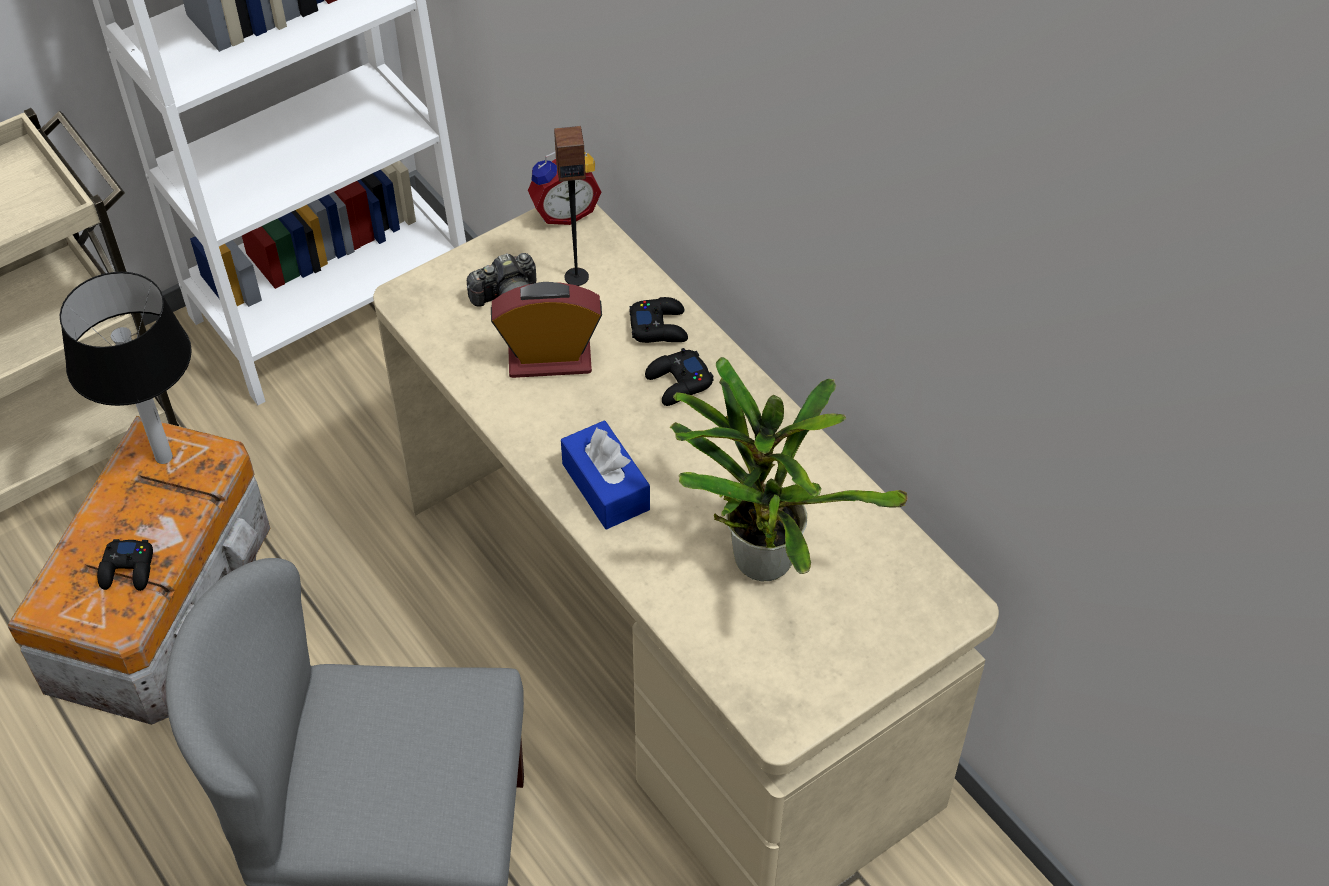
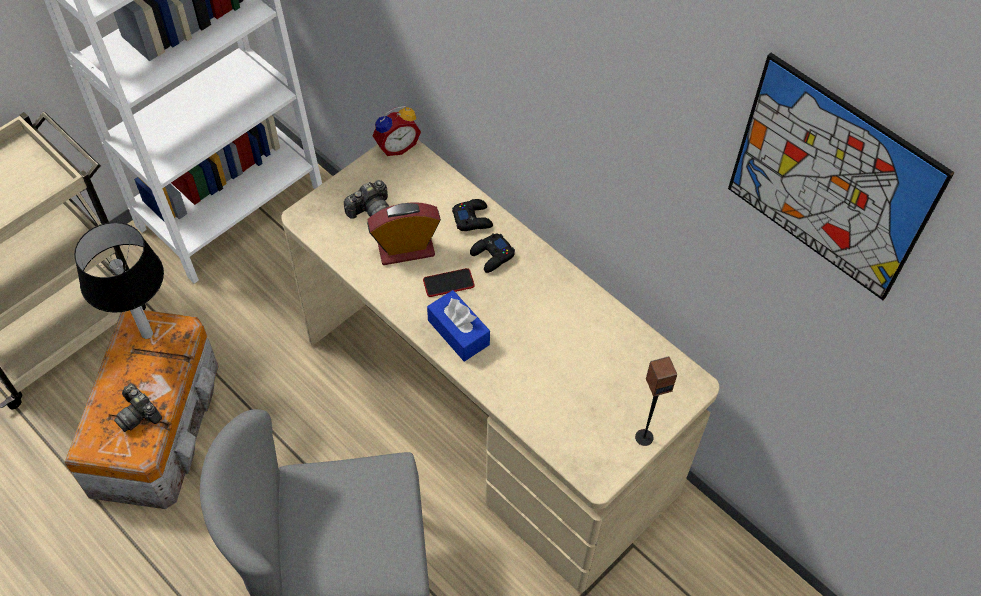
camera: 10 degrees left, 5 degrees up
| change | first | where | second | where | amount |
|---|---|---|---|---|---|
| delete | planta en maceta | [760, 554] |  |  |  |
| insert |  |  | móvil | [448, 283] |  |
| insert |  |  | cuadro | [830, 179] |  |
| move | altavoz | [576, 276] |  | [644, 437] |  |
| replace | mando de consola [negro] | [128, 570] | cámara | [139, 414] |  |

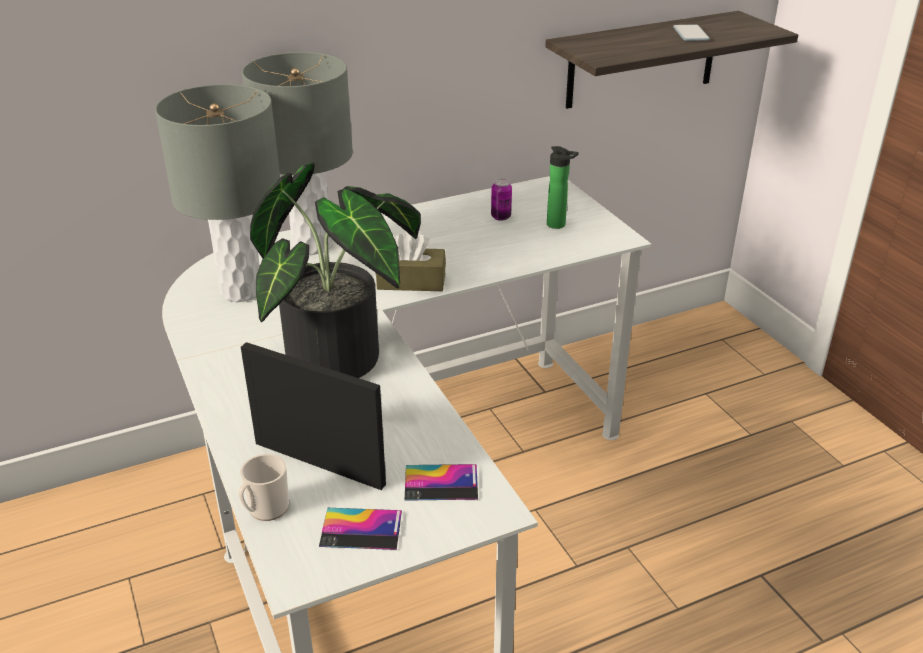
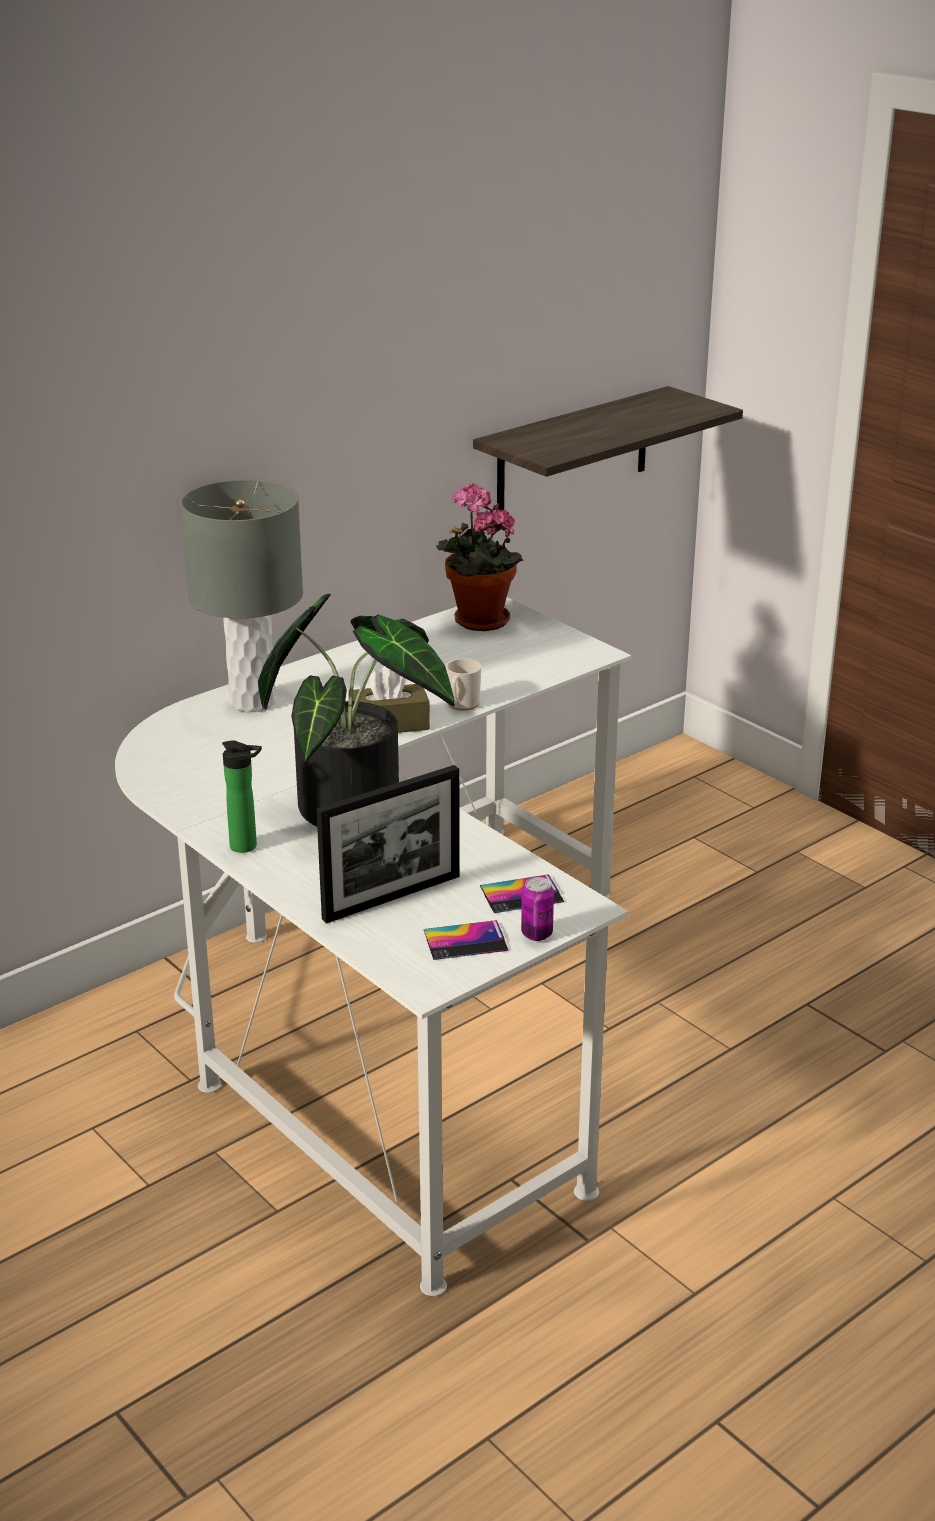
camera: 15 degrees left, 5 degrees down
| change | first | where | second | where | amount |
|---|---|---|---|---|---|
| delete | lámpara de mesa [gris] | [241, 291] |  |  |  |
| delete | móvil | [690, 34] |  |  |  |
| insert |  |  | planta en maceta | [476, 622] |  |
| move | taza grande | [265, 510] |  | [461, 705] |  |
| move | lata | [501, 217] |  | [536, 934] |  |
| move | botella | [558, 225] |  | [247, 847] |  |
| rotate | portarretratos | [319, 463] |  | [392, 897] | 135 degrees clockwise |

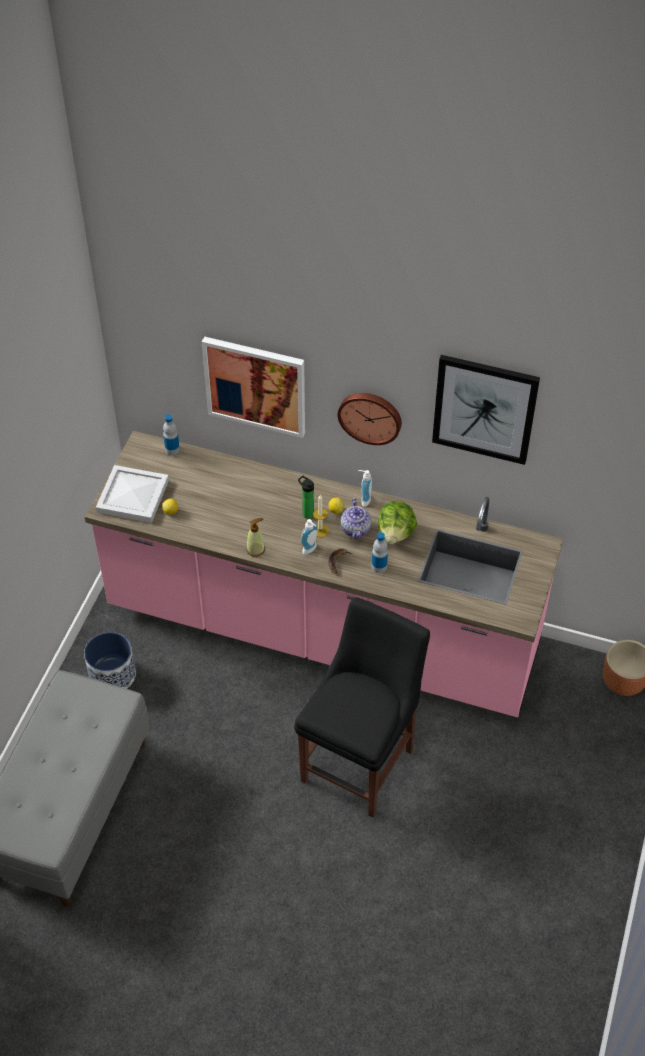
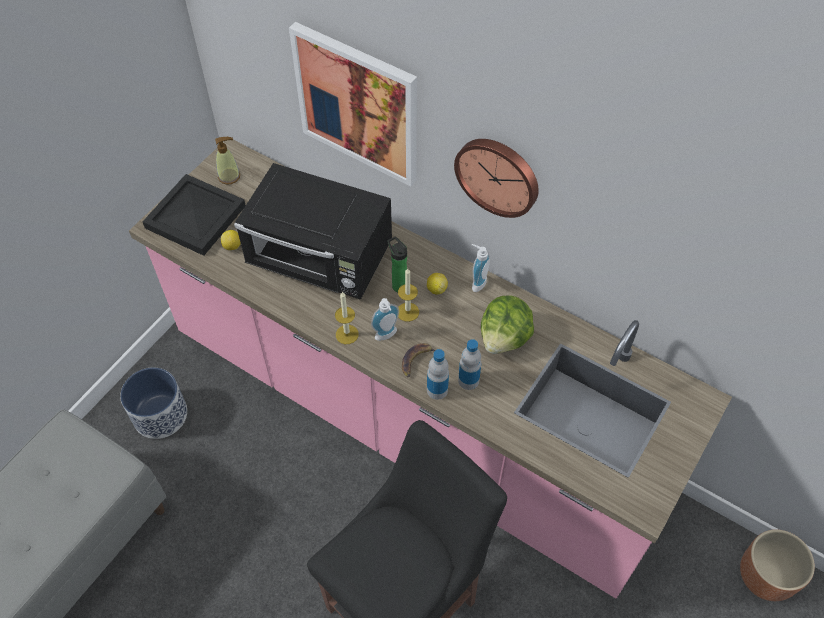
camera: 15 degrees right, 5 degrees up
| change | first | where | second | where | amount |
|---|---|---|---|---|---|
| delete | tetera | [356, 529] |  |  |  |
| delete | cuadro | [484, 408] |  |  |  |
| insert |  |  | microondas [negro] | [321, 260] |  |
| insert |  |  | vela | [347, 334] |  |
| move | botella | [172, 449] |  | [437, 390] |  |
| move | dispensador de jabón | [255, 549] |  | [229, 176] |  |
| recolor | bandeja [blanco] | [132, 495] | bandeja [negro] | [195, 215] |  |

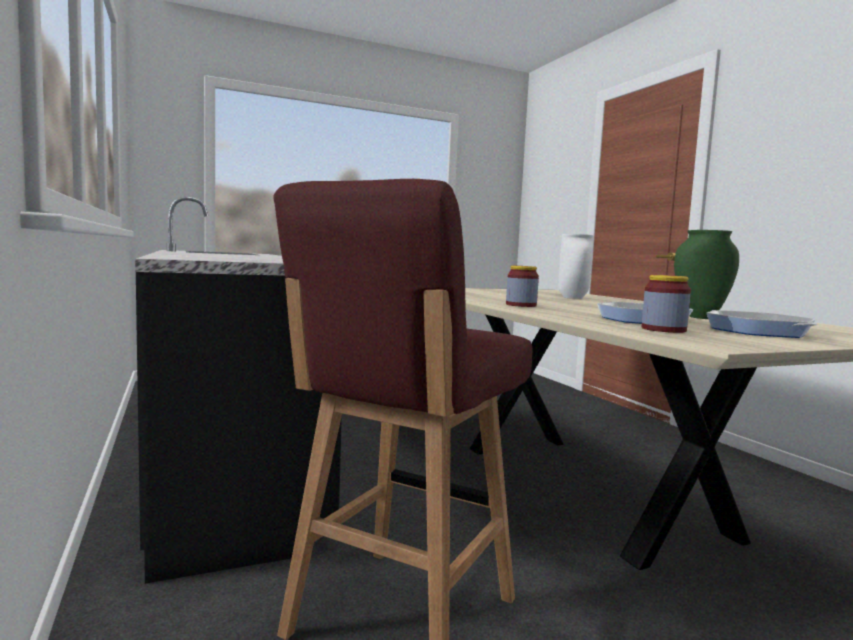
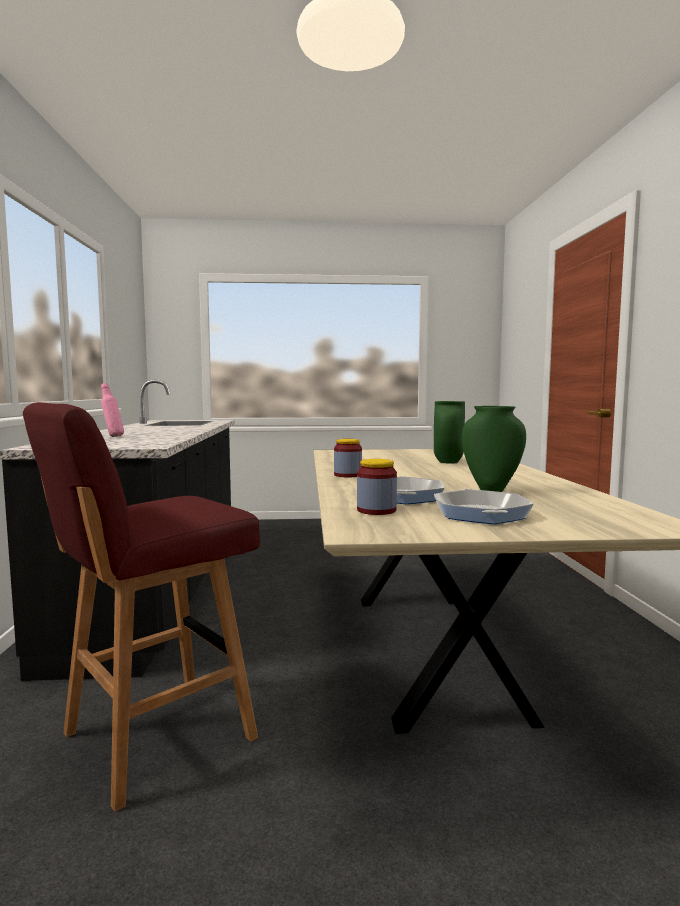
camera: 20 degrees right, 0 degrees up
| change | first | where | second | where | amount |
|---|---|---|---|---|---|
| insert |  |  | botella [rosa] | [112, 436] |  |
| recolor | florero [blanco] | [573, 298] | florero [verde] | [449, 462] |  |

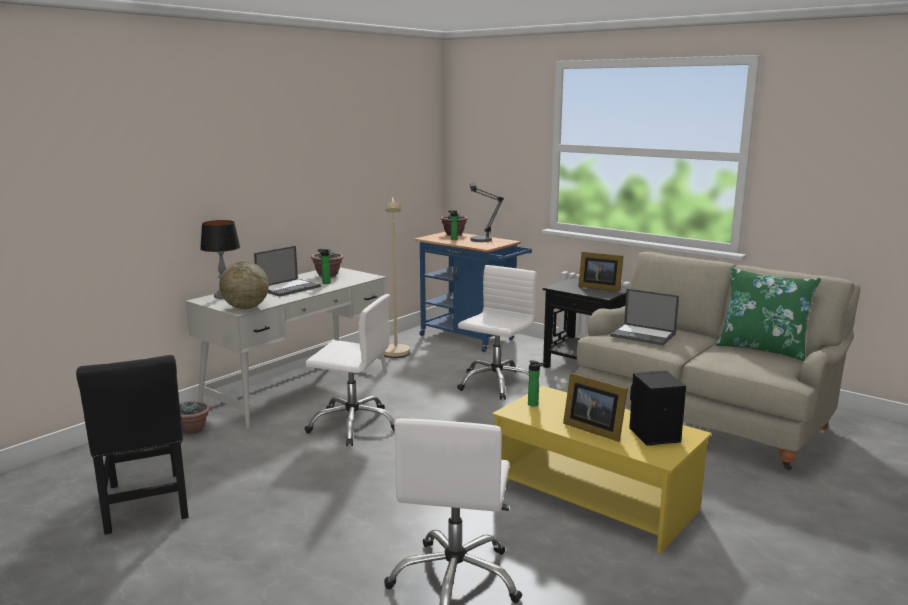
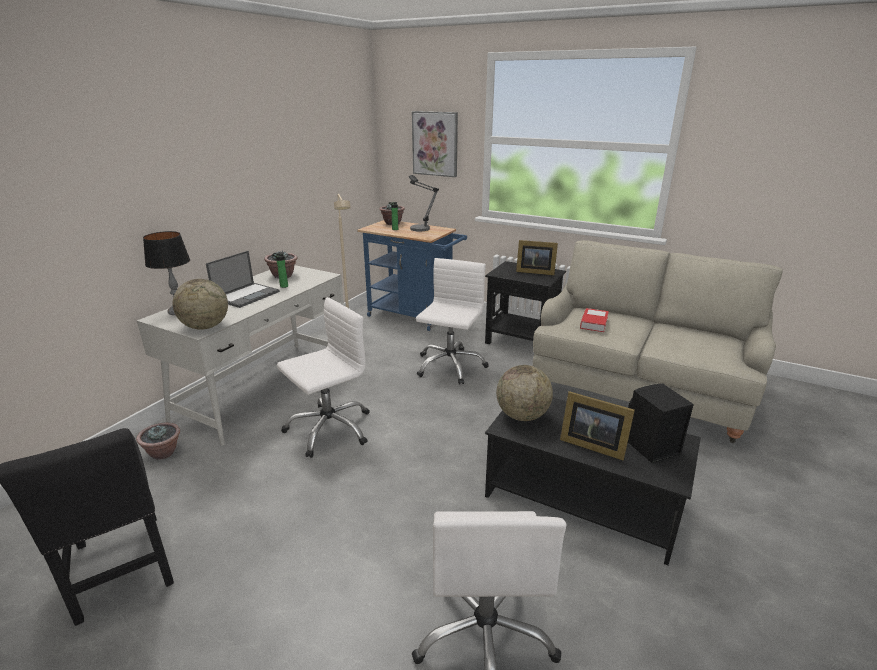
camera: 10 degrees left, 10 degrees up
| change | first | where | second | where | amount |
|---|---|---|---|---|---|
| delete | cojín [verde] | [762, 349] |  |  |  |
| insert |  |  | cuadro | [435, 144] |  |
| replace | botella | [534, 404] | globo terráqueo | [522, 416] |  |
| replace | portátil | [644, 335] | libro | [594, 323] |  |
| recolor | mesa de centro [amarillo] | [595, 498] | mesa de centro [negro] | [583, 499] |  |
| rotate | silla de oficina [blanco] | [353, 425] |  | [329, 429] | 45 degrees counterclockwise |

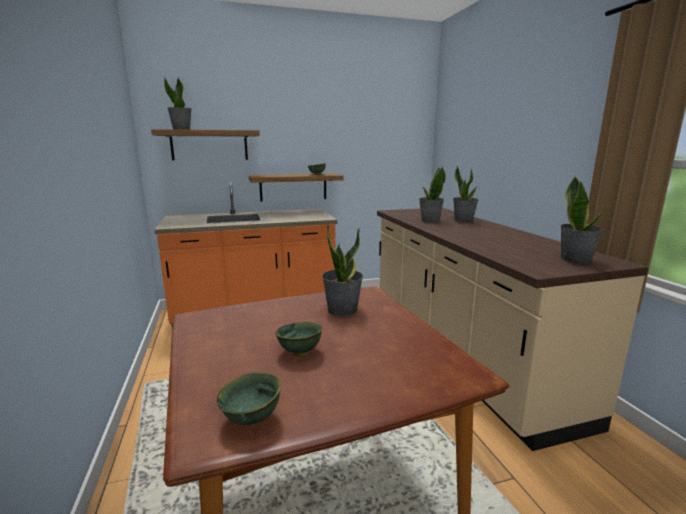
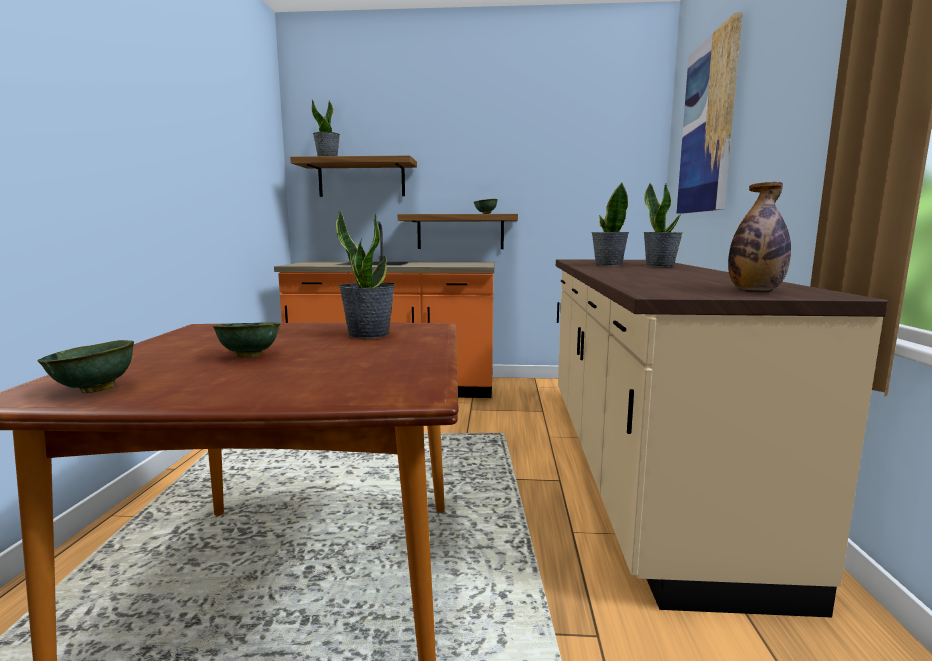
camera: 20 degrees right, 5 degrees down
| change | first | where | second | where | amount |
|---|---|---|---|---|---|
| insert |  |  | cuadro | [708, 126] |  |
| replace | planta en maceta | [576, 260] | botella | [755, 290] |  |

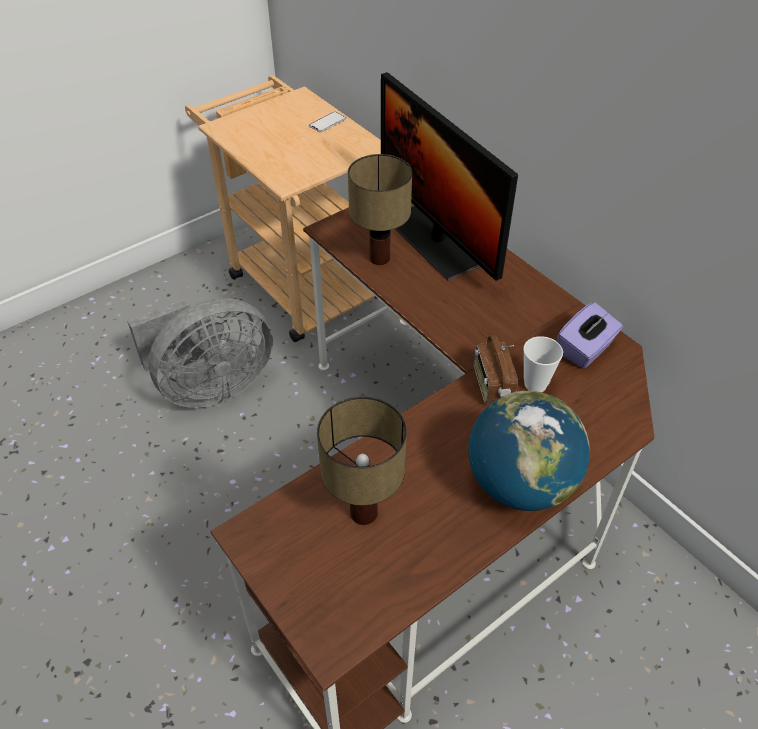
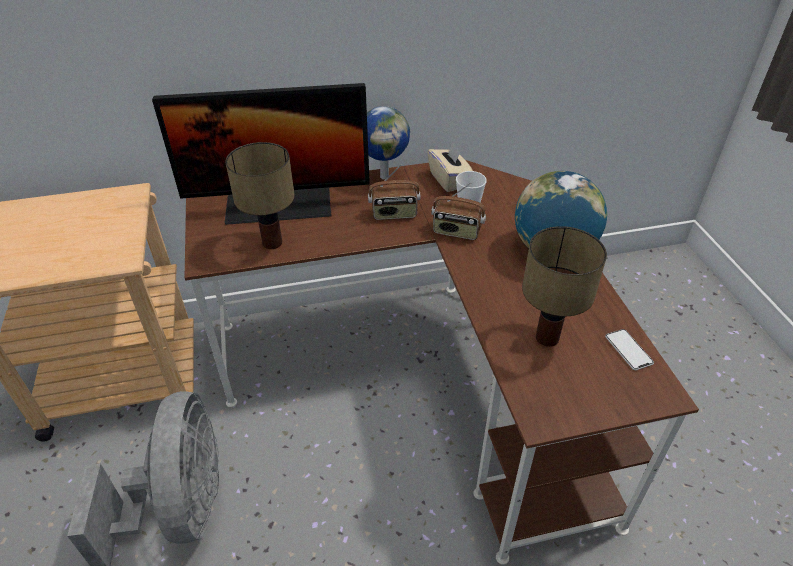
camera: 65 degrees left, 5 degrees down
| change | first | where | second | where | amount |
|---|---|---|---|---|---|
| insert |  |  | globo terráqueo | [384, 176] |  |
| insert |  |  | radio | [394, 214] |  |
| move | móvil | [327, 123] |  | [628, 350] |  |
| recolor | caja de pañuelos [morado] | [585, 349] | caja de pañuelos [beis] | [449, 180] |  |

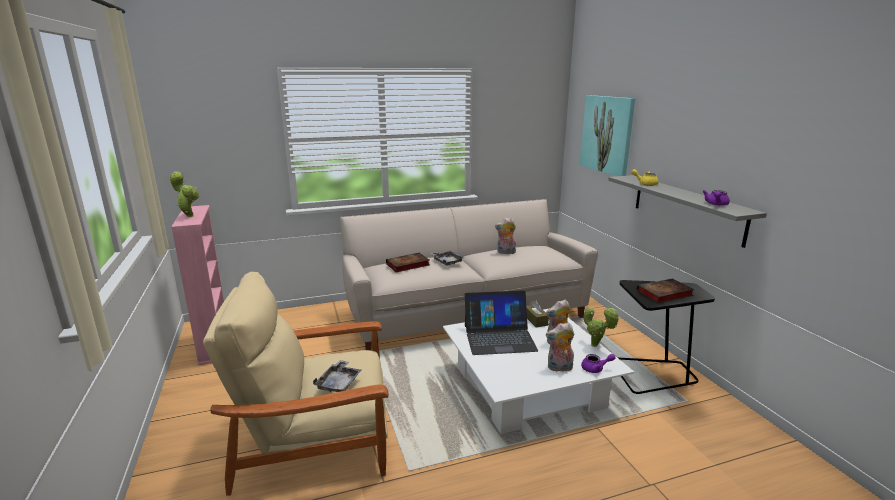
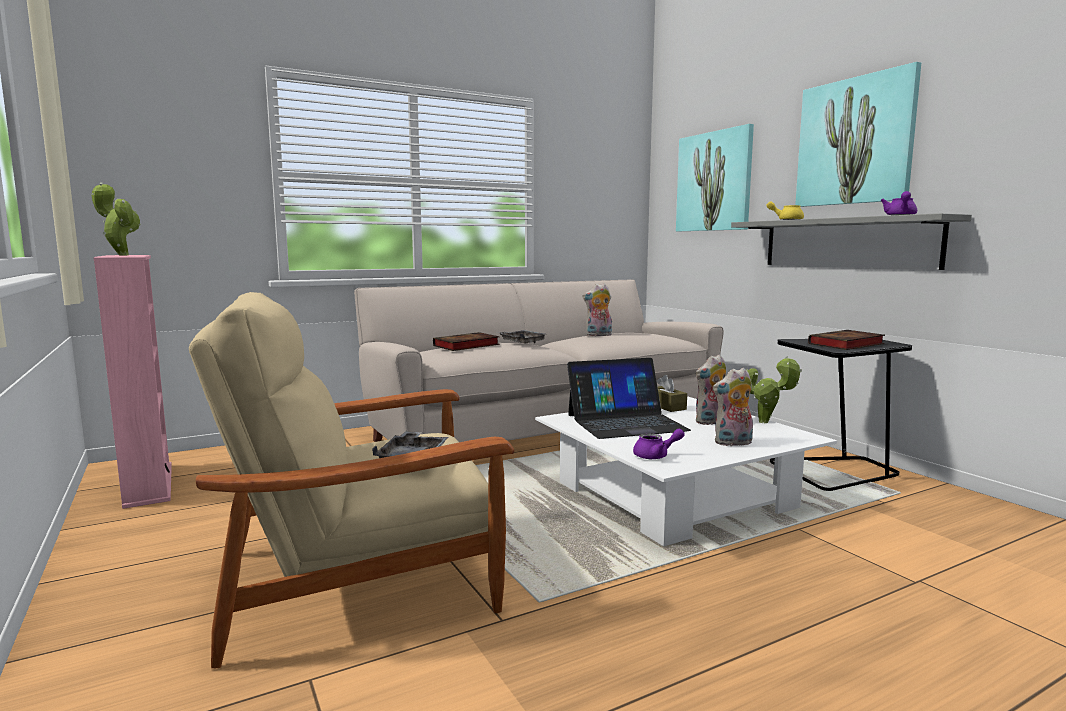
camera: 10 degrees left, 10 degrees down
| change | first | where | second | where | amount |
|---|---|---|---|---|---|
| insert |  |  | cuadro | [854, 141] |  |
| move | tetera [morado] | [595, 369] |  | [656, 456] |  |

